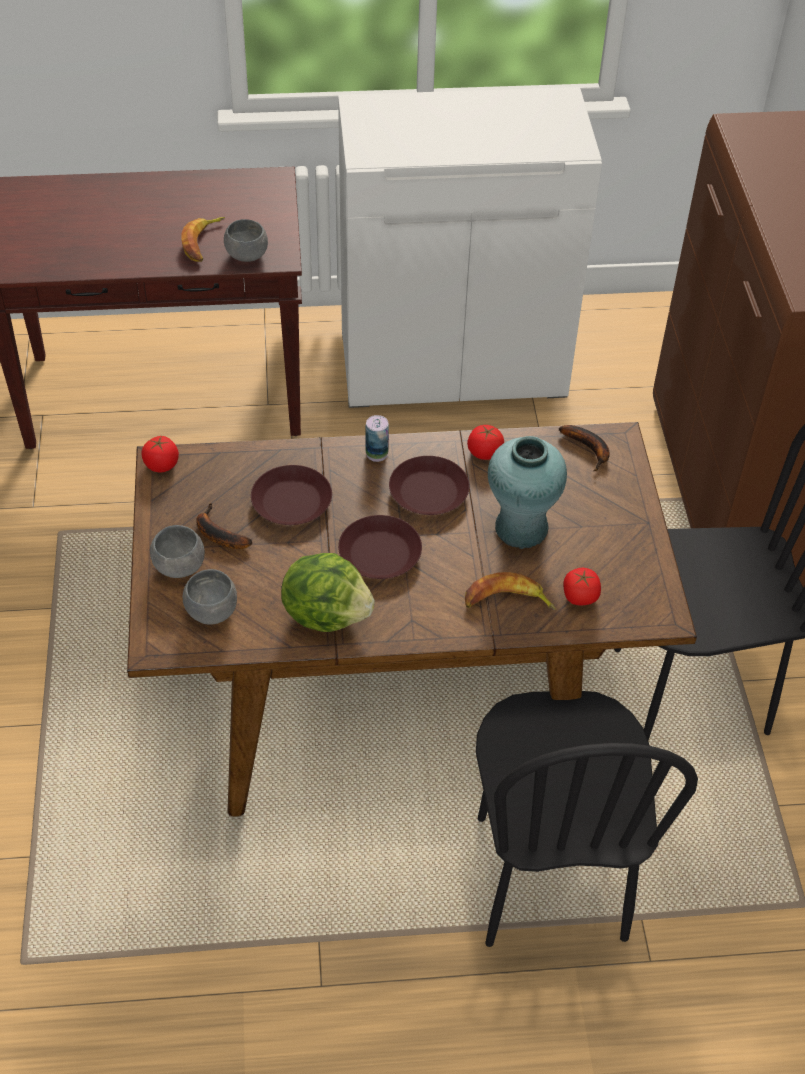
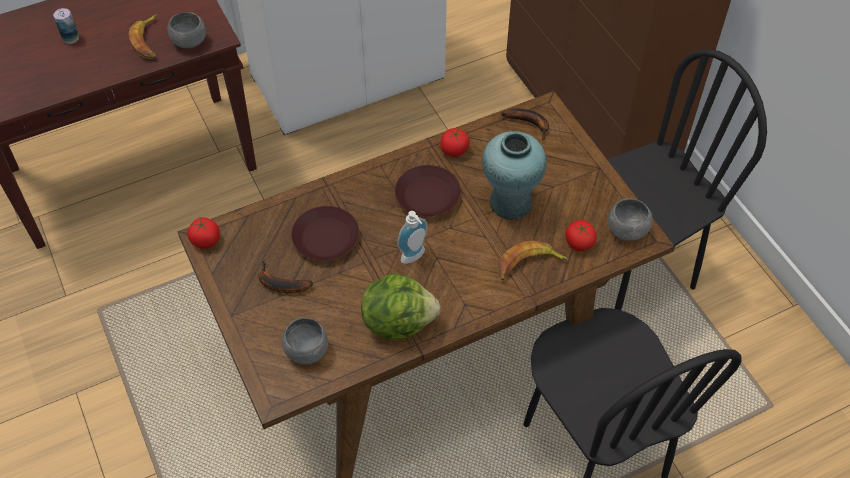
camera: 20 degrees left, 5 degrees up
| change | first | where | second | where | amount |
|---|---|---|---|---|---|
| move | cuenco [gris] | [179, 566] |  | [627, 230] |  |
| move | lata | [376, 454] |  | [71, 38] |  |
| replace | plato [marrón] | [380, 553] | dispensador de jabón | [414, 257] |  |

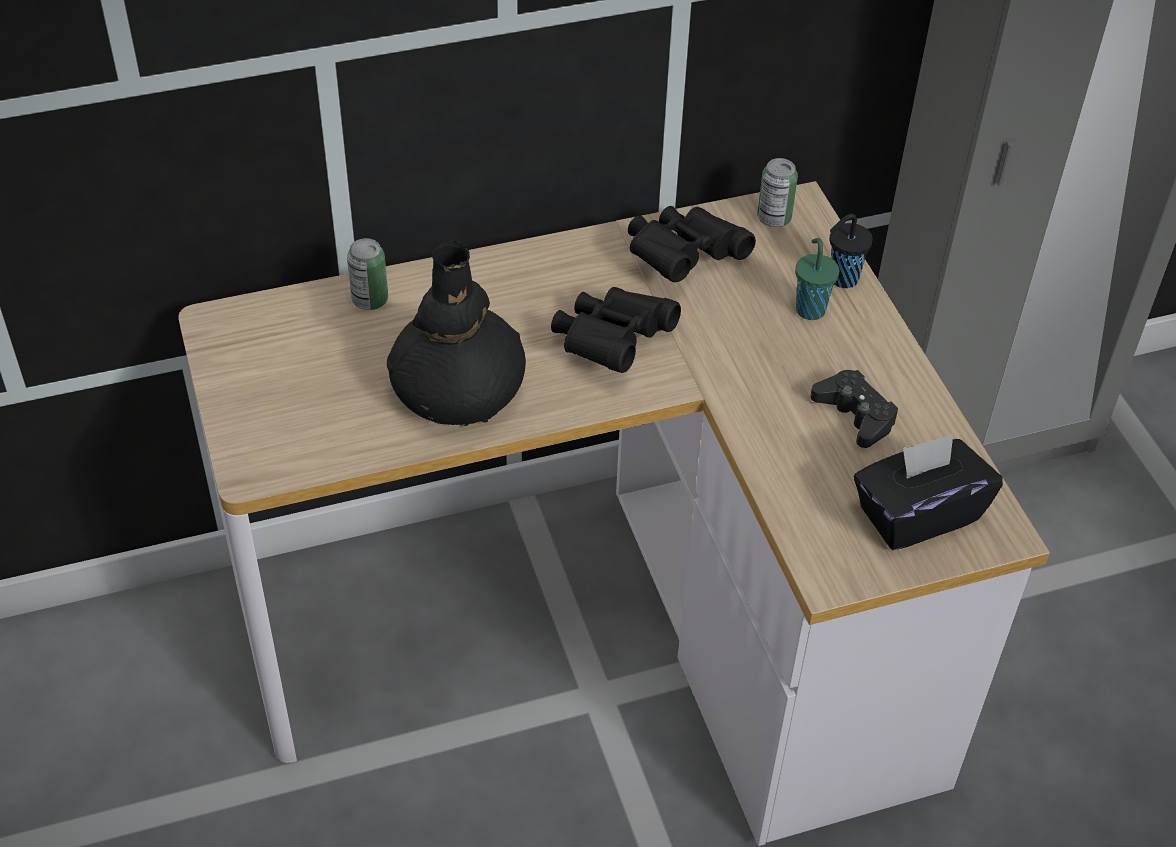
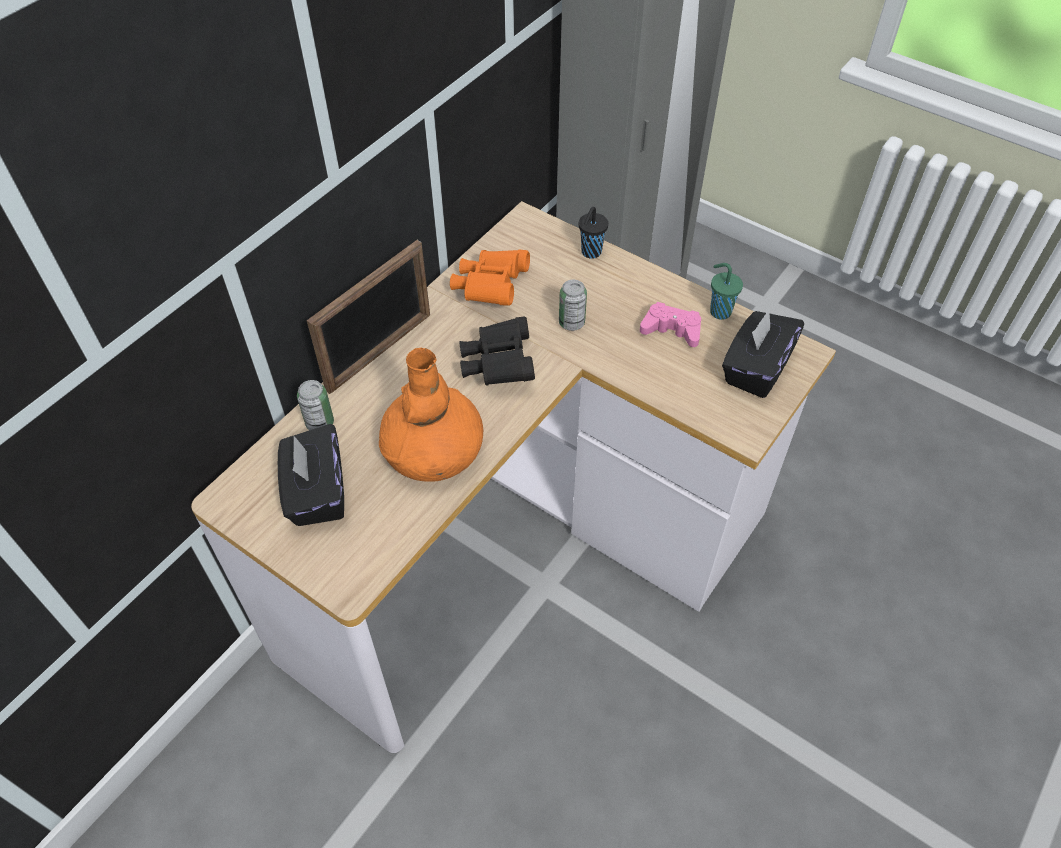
camera: 35 degrees left, 5 degrees up
| change | first | where | second | where | amount |
|---|---|---|---|---|---|
| insert |  |  | caja de pañuelos [negro] | [317, 493] |  |
| insert |  |  | portarretratos | [380, 352] |  |
| move | lata | [774, 218] |  | [571, 323] |  |
| move | taza [verde] | [810, 309] |  | [719, 311] |  |
| recolor | florero [negro] | [458, 391] | florero [naranja] | [434, 450] |  |
| recolor | prismáticos [negro] | [683, 258] | prismáticos [naranja] | [490, 288] |  |
| recolor | mando de consola [negro] | [855, 415] | mando de consola [rosa] | [671, 330] |  |

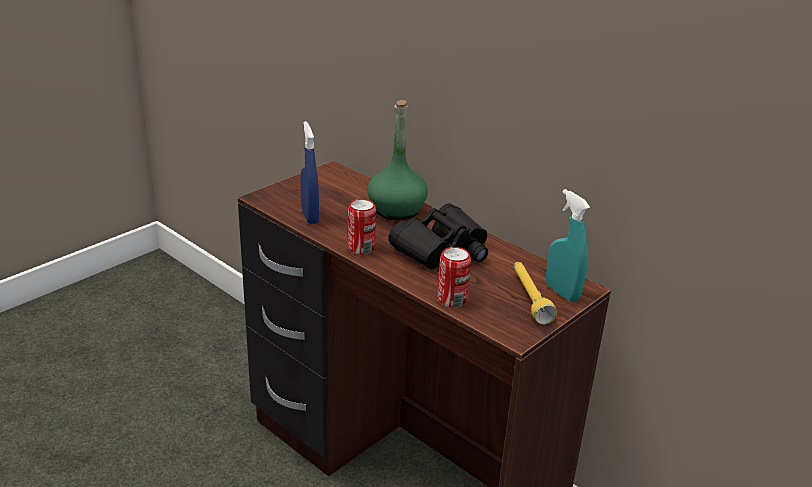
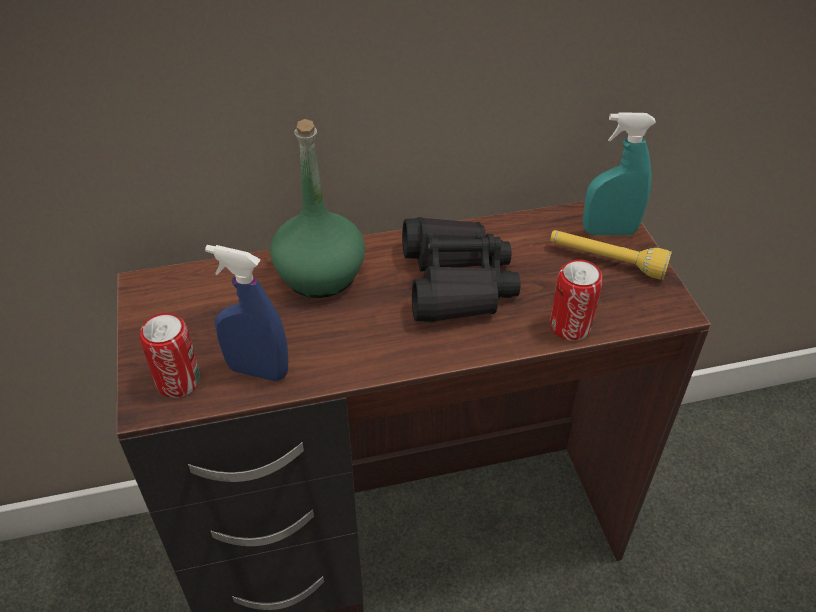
camera: 55 degrees left, 15 degrees up
| change | first | where | second | where | amount |
|---|---|---|---|---|---|
| move | lata | [361, 248] |  | [178, 381] |  |

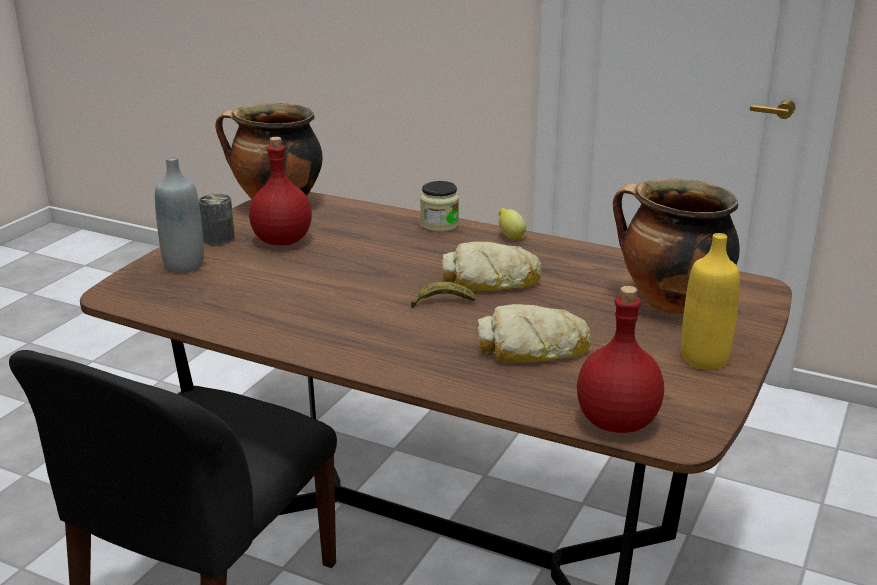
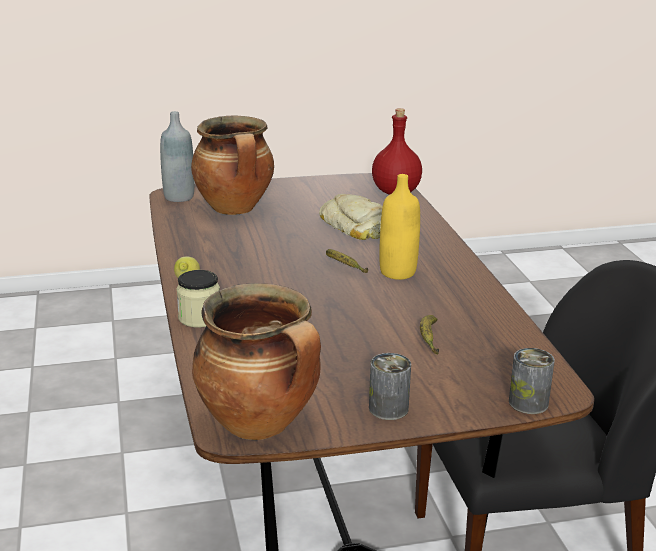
camera: 130 degrees left, 0 degrees up
| change | first | where | second | where | amount |
|---|---|---|---|---|---|
| delete | botella [rojo] | [283, 240] |  |  |  |
| delete | pan | [490, 280] |  |  |  |
| insert |  |  | plátano | [429, 339] |  |
| insert |  |  | lata | [528, 403] |  |
| move | botella [gris] | [184, 265] |  | [179, 197] |  |
| move | botella [amarillo] | [704, 359] |  | [397, 272] |  |

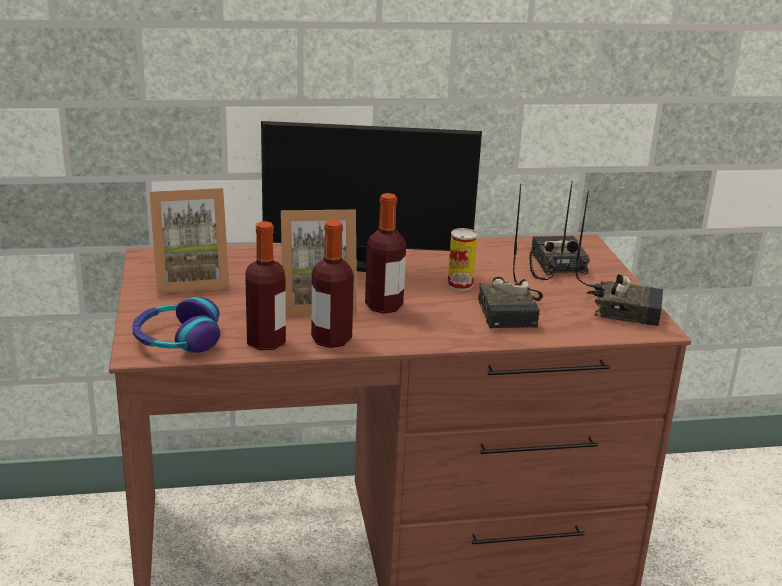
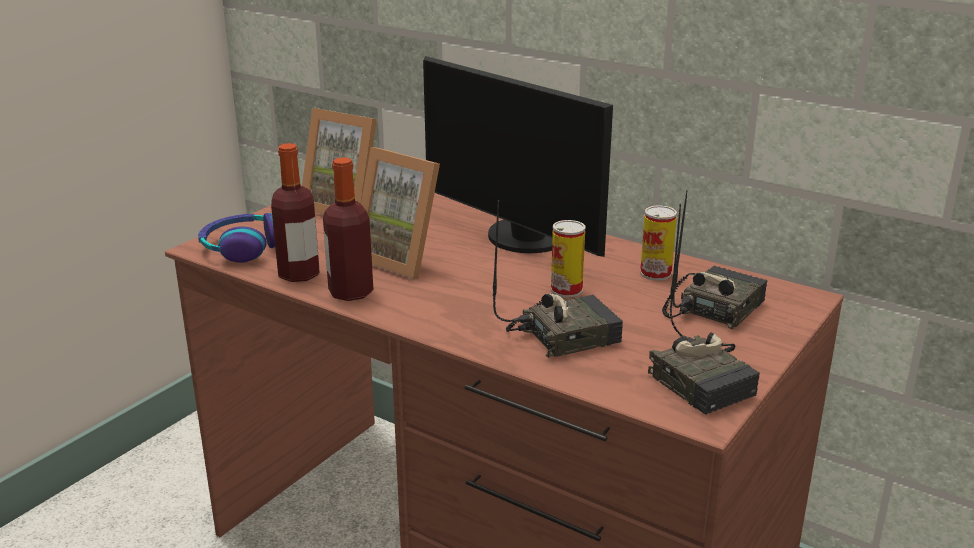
camera: 45 degrees right, 0 degrees up
| change | first | where | second | where | amount |
|---|---|---|---|---|---|
| delete | botella | [384, 306] |  |  |  |
| insert |  |  | lata | [655, 273] |  |
| rotate | radio | [512, 313] |  | [563, 335] | 150 degrees counterclockwise |

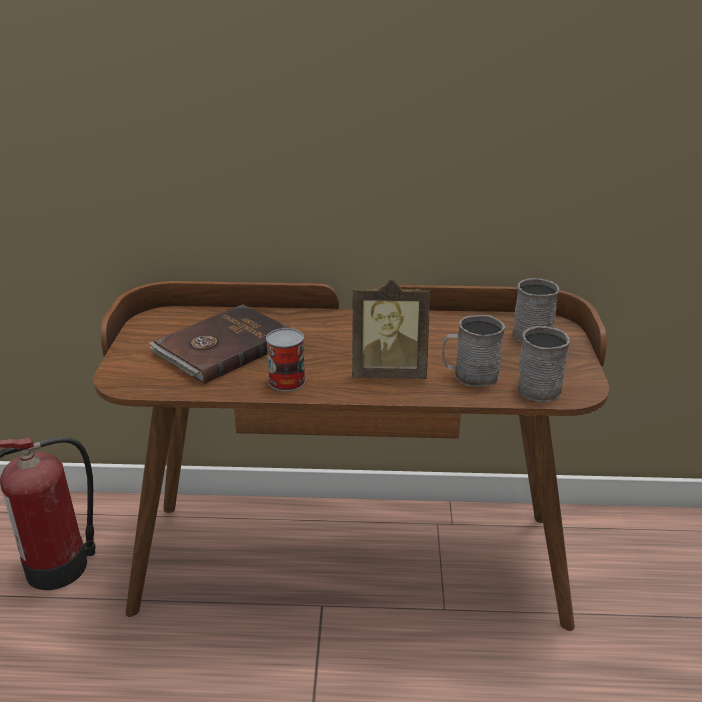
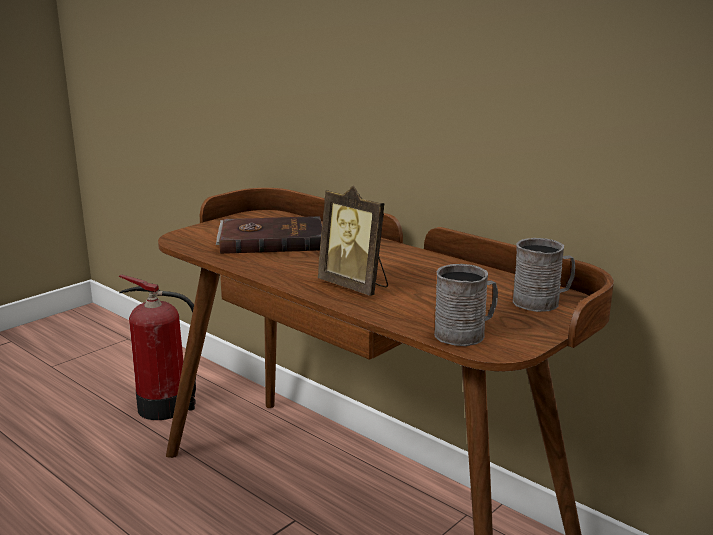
camera: 40 degrees right, 10 degrees down
| change | first | where | second | where | amount |
|---|---|---|---|---|---|
| delete | lata | [287, 381] |  |  |  |
| delete | taza grande [gris] | [469, 376] |  |  |  |

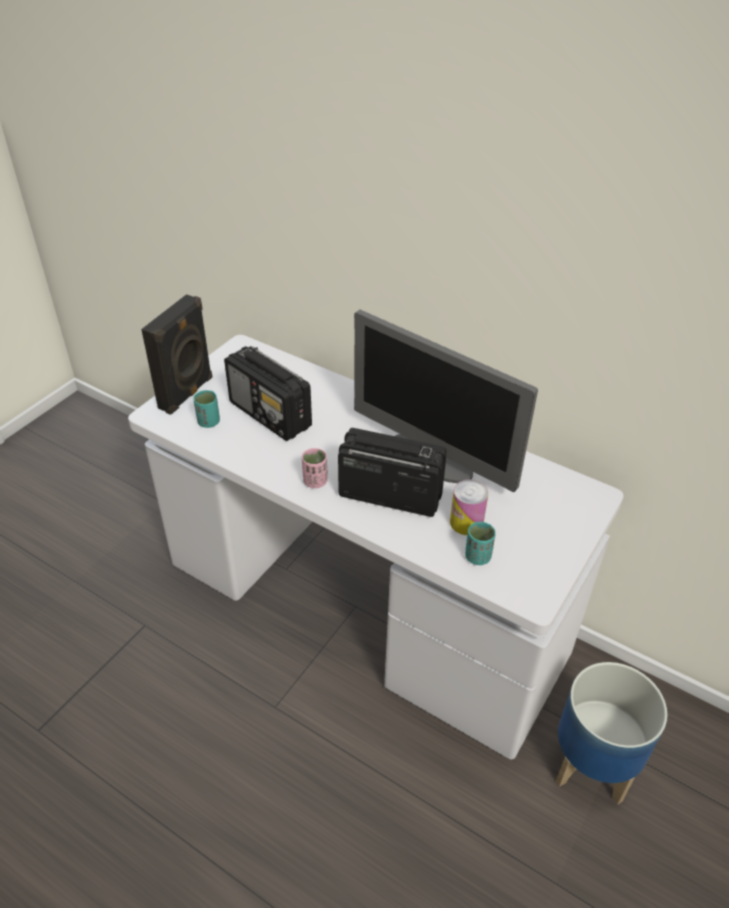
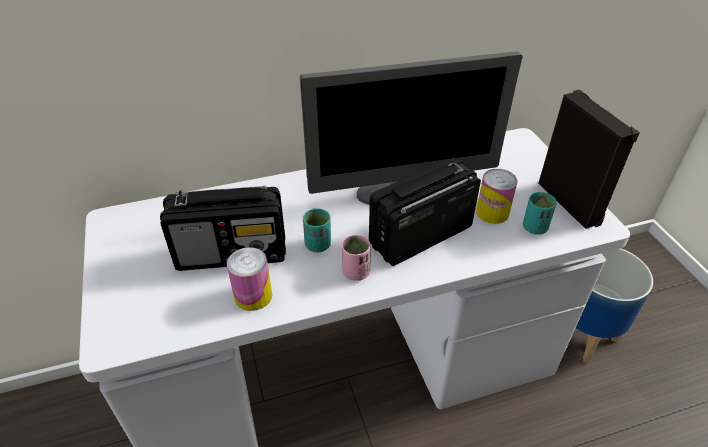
camera: 50 degrees left, 0 degrees up
| change | first | where | second | where | amount |
|---|---|---|---|---|---|
| insert |  |  | lata | [253, 295] |  |
| move | altavoz [negro] | [187, 393] |  | [570, 202] |  |
| move | taza [turquesa] | [208, 422] |  | [318, 245] |  |

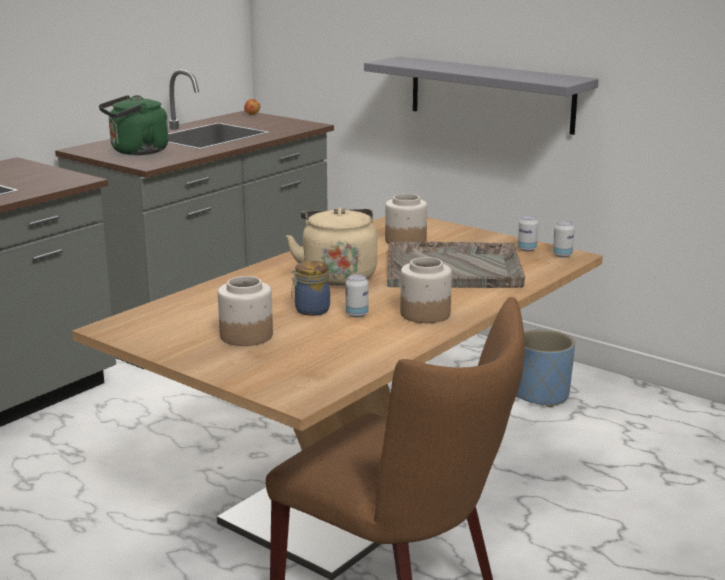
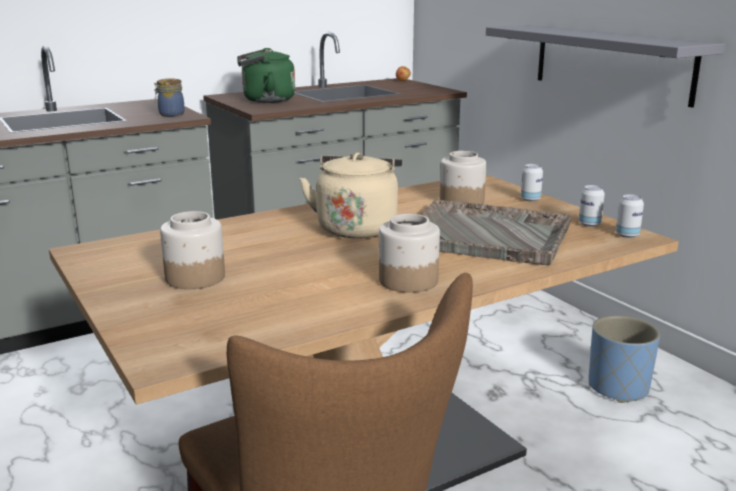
camera: 20 degrees right, 0 degrees up
| change | first | where | second | where | amount |
|---|---|---|---|---|---|
| move | tarro | [310, 310] |  | [170, 114] |  |
| move | lata | [357, 314] |  | [530, 199] |  |

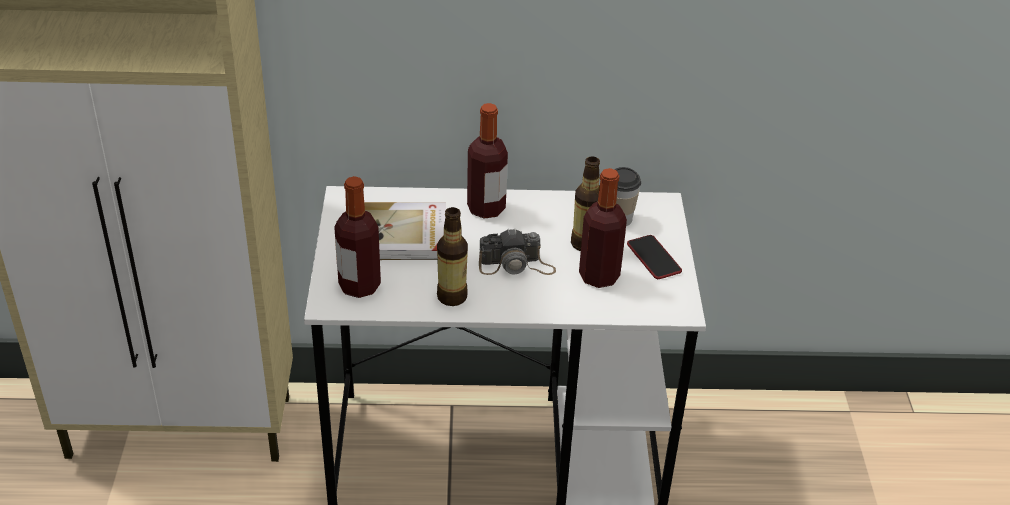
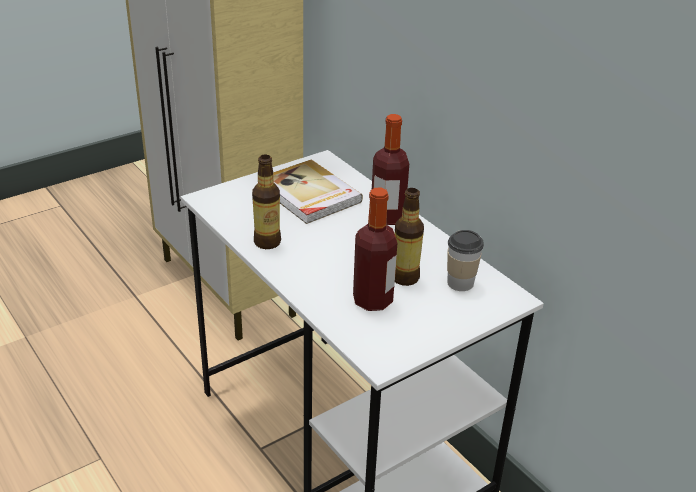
camera: 55 degrees right, 5 degrees down
| change | first | where | second | where | amount |
|---|---|---|---|---|---|
| delete | botella | [359, 286] |  |  |  |
| delete | cámara | [516, 265] |  |  |  |
| delete | móvil | [653, 258] |  |  |  |

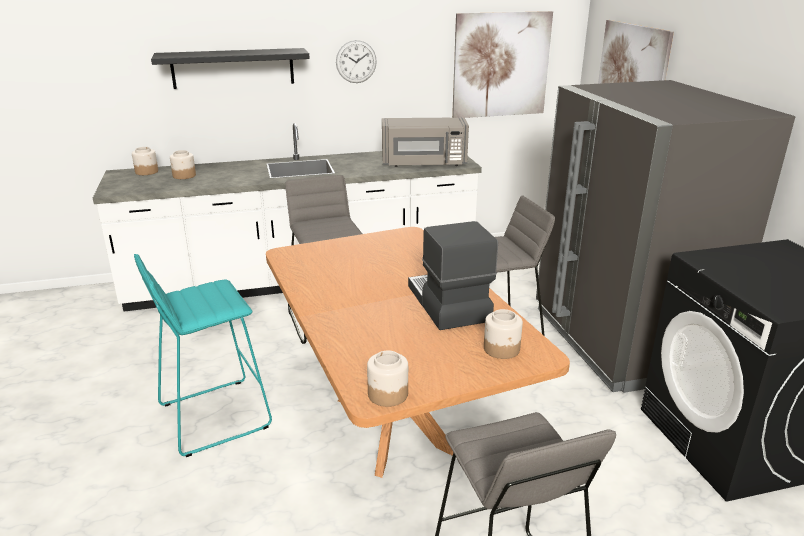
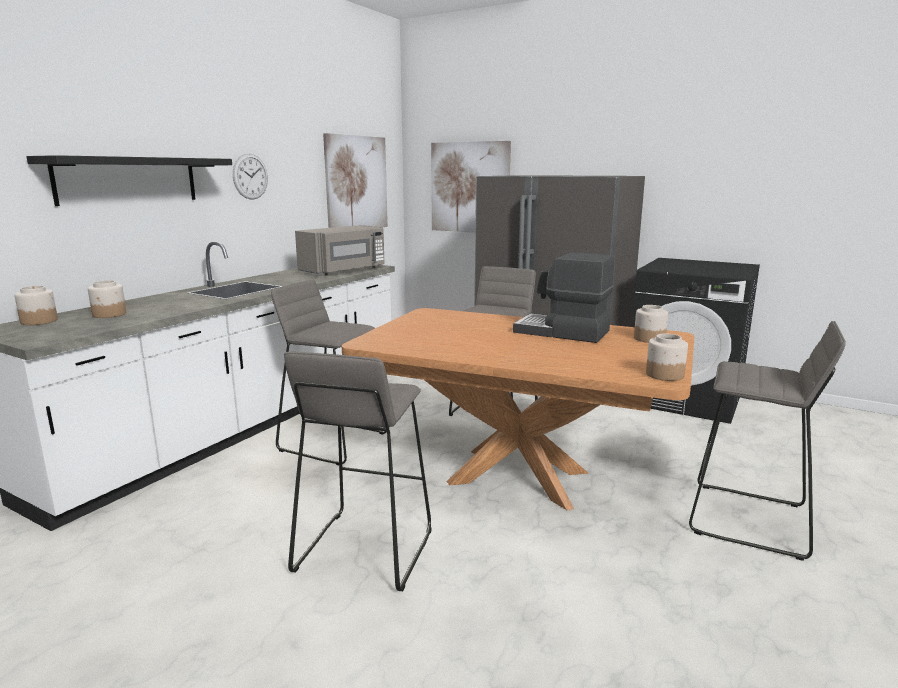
camera: 45 degrees left, 10 degrees down
| change | first | where | second | where | amount |
|---|---|---|---|---|---|
| recolor | taburete [turquesa] | [214, 416] | taburete [gris] | [364, 550] |  |

